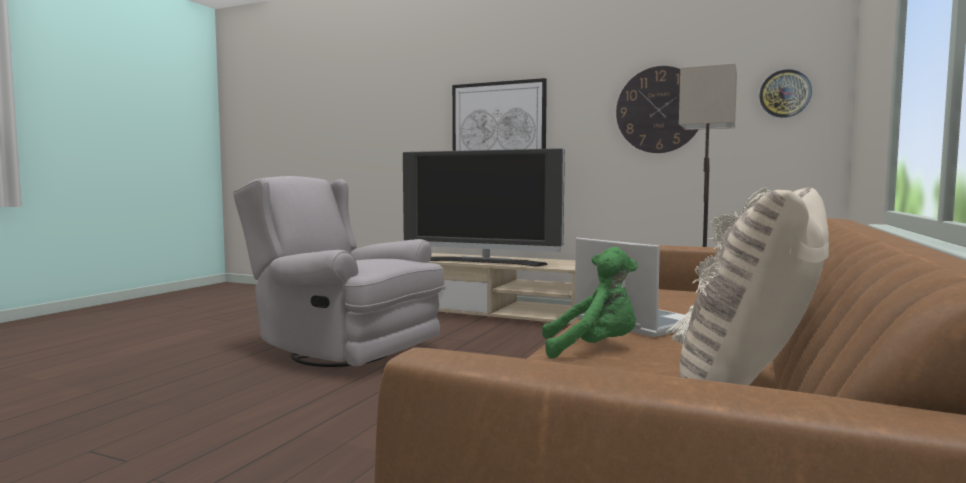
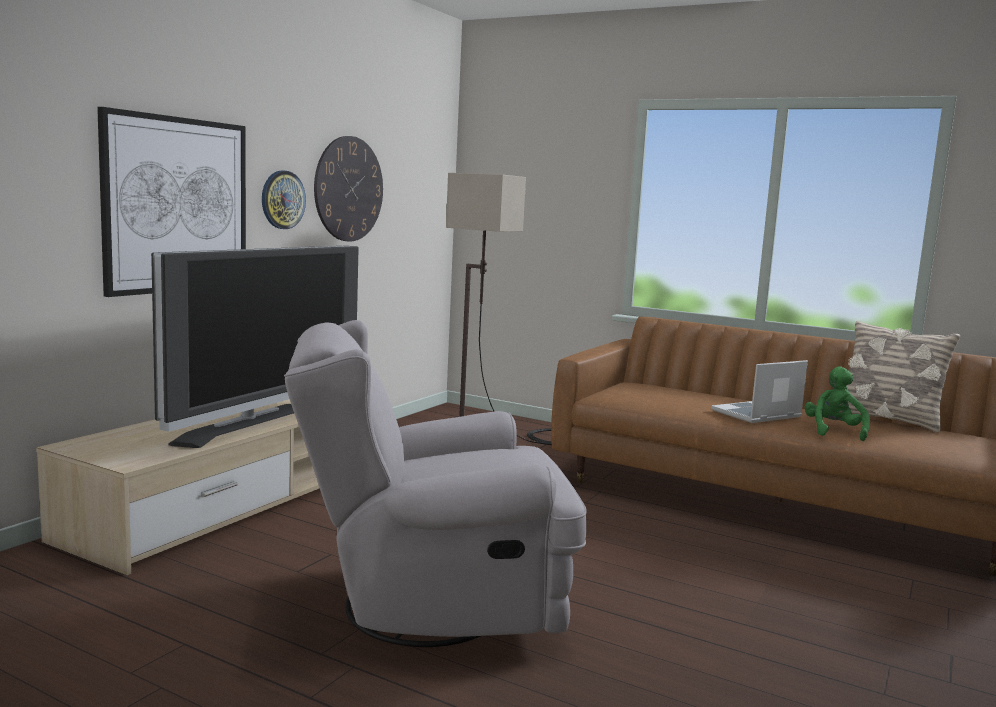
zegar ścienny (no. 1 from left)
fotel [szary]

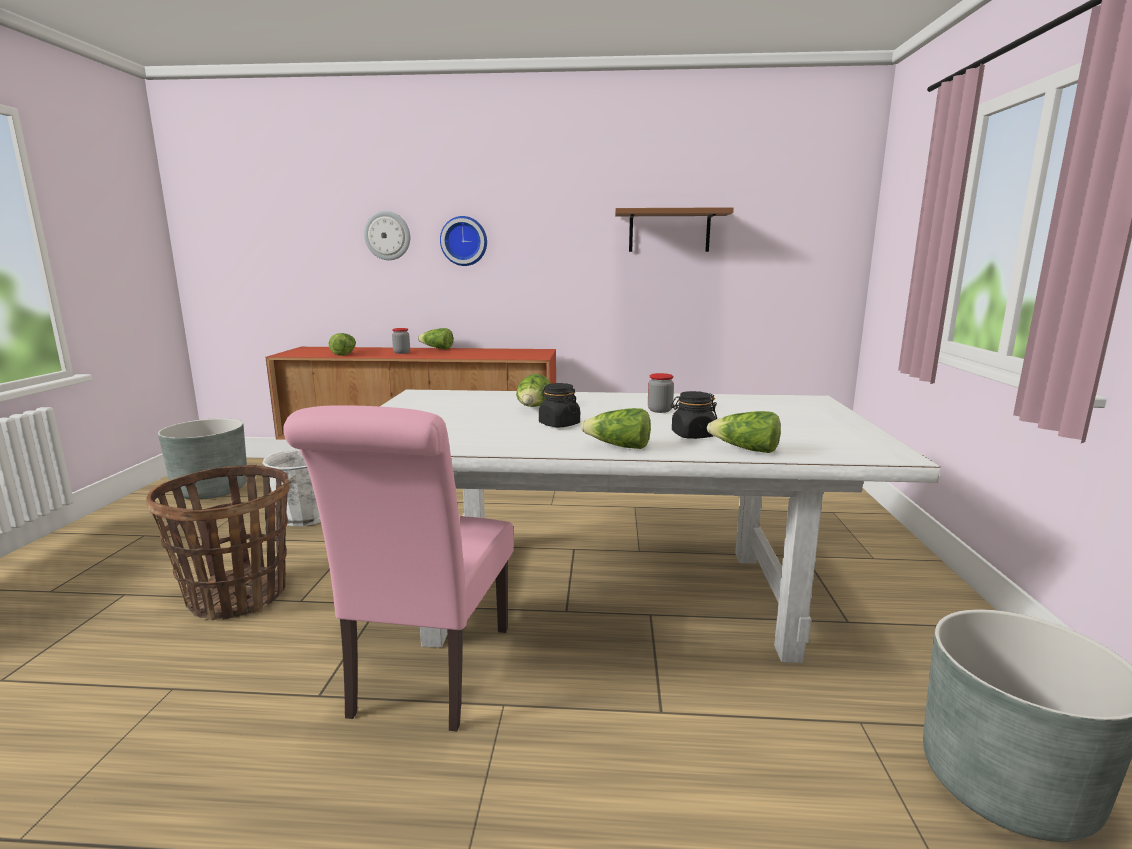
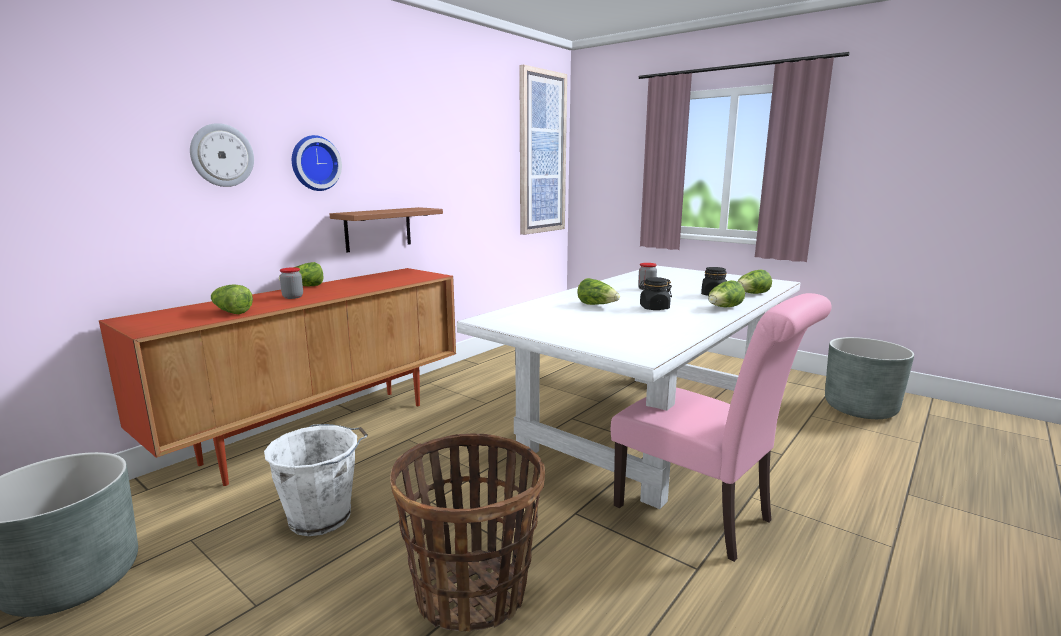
półka [brązowy]
obraz

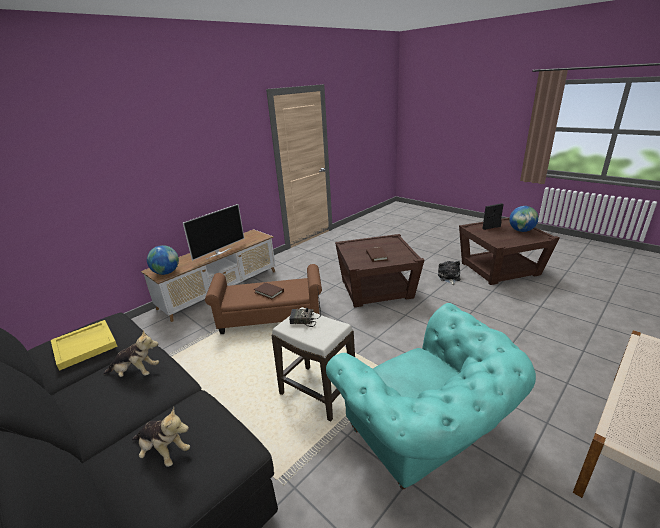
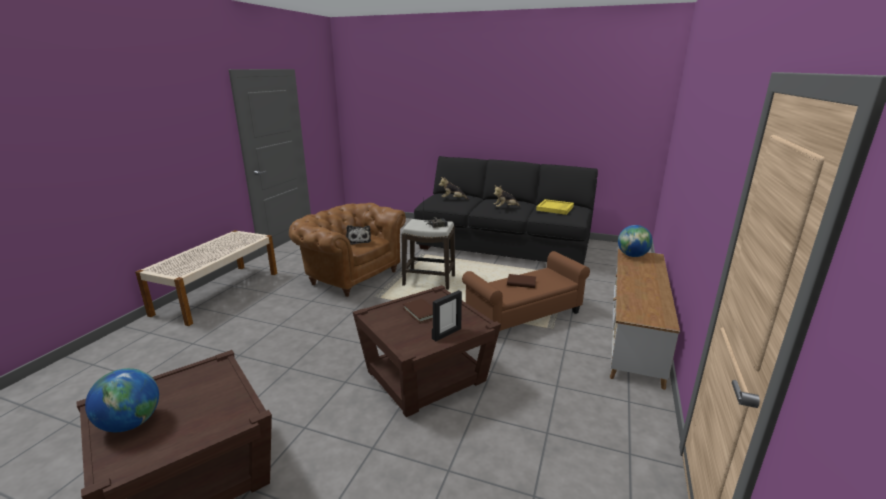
ramka na zdjęcie
telewizor
pluszak (no. 1 from left)
fotel [brązowy]

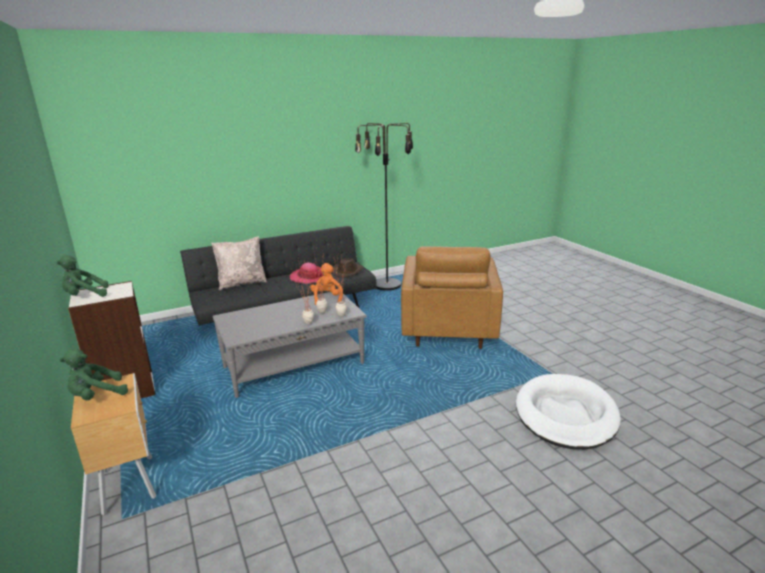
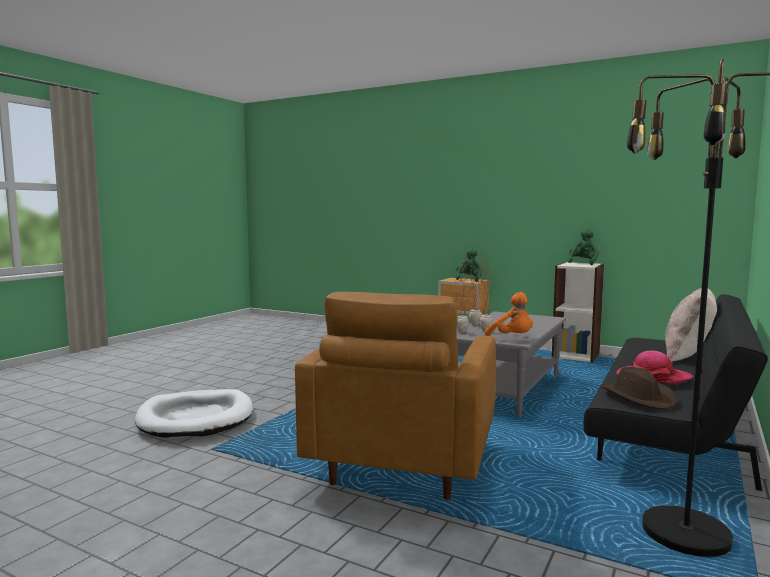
fotel [brązowy]

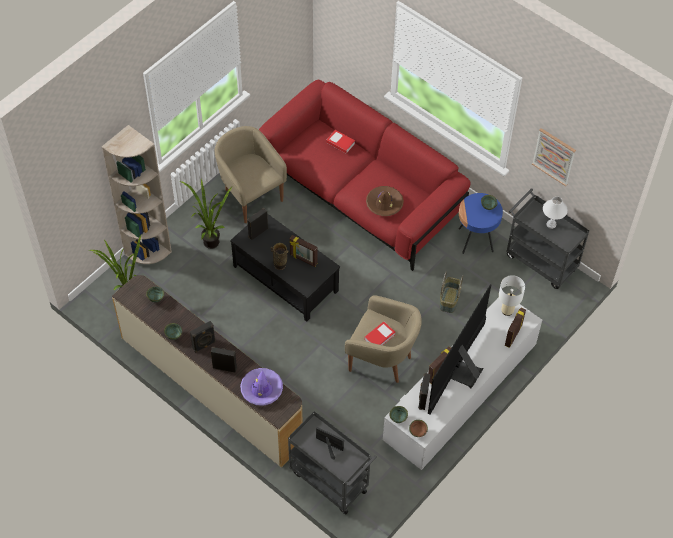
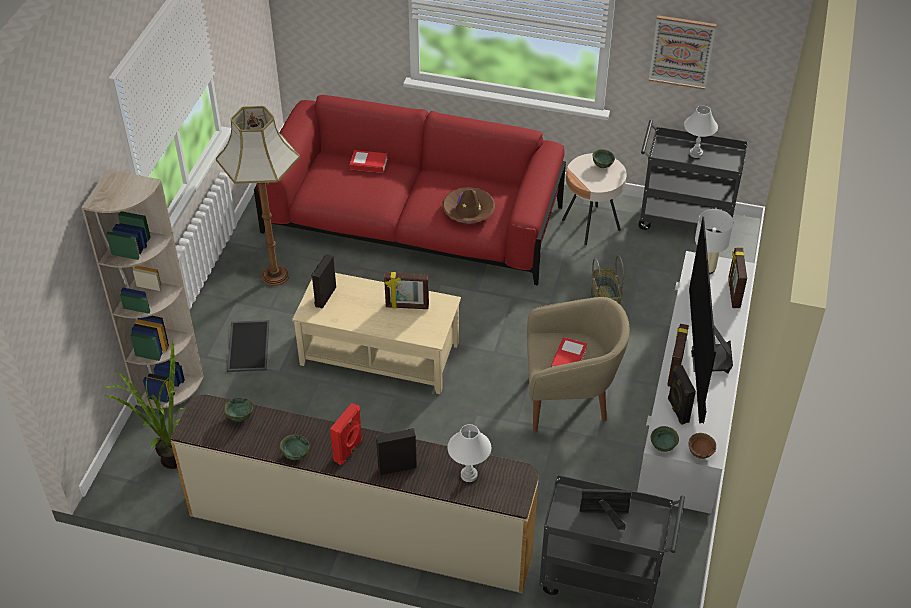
lampa stojąca
taca
stolik [beżowy]
ława [beżowy]
wazon
głośnik [czerwony]
lampa stołowa [biały] (no. 1 from left)

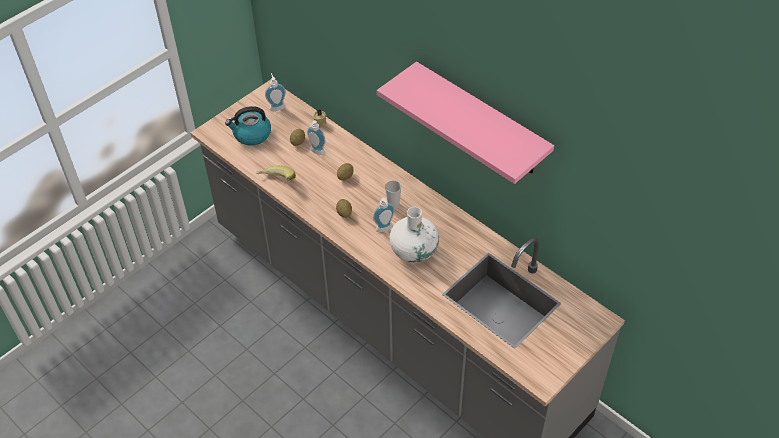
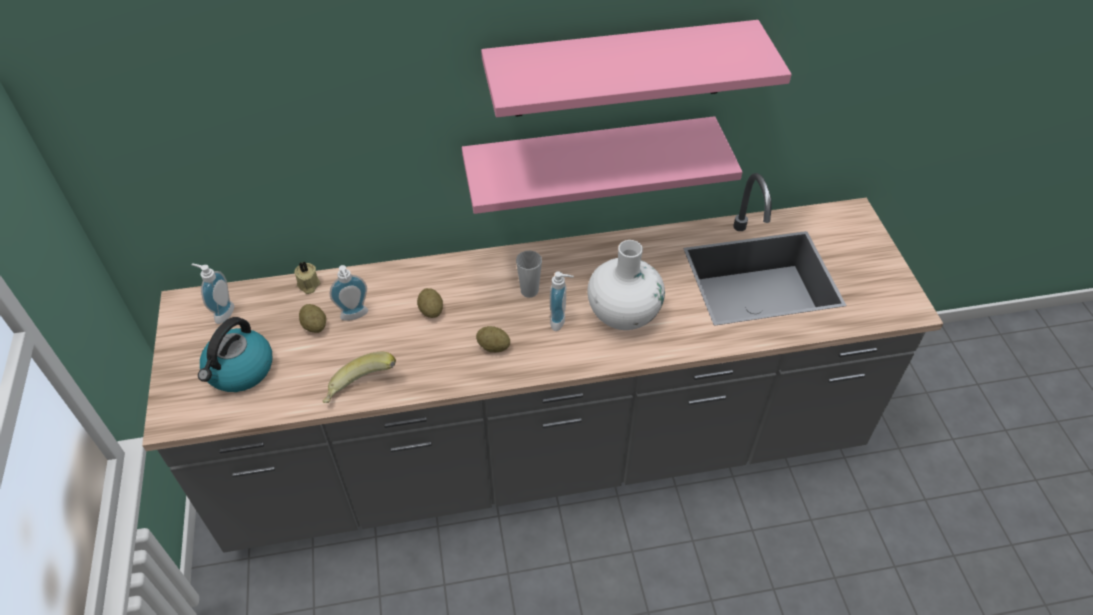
półka [różowy] (no. 1 from left)

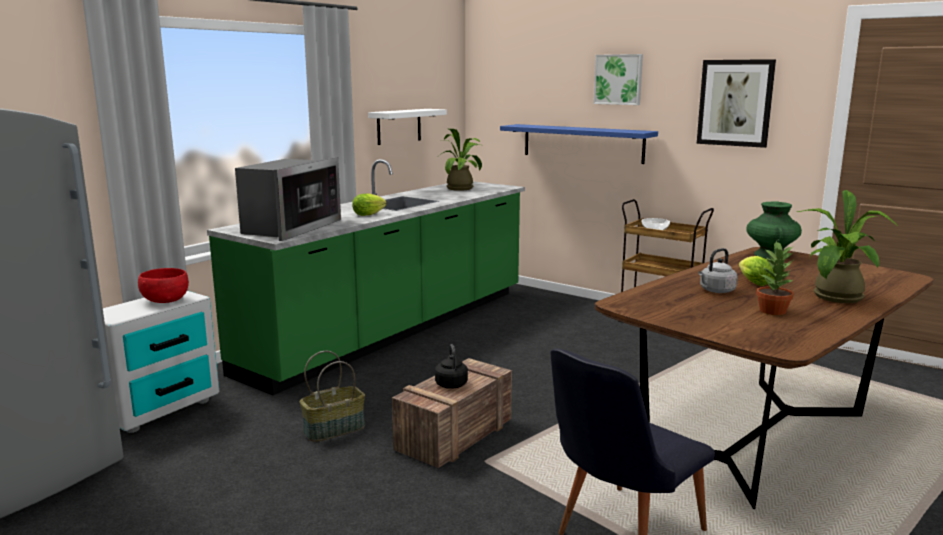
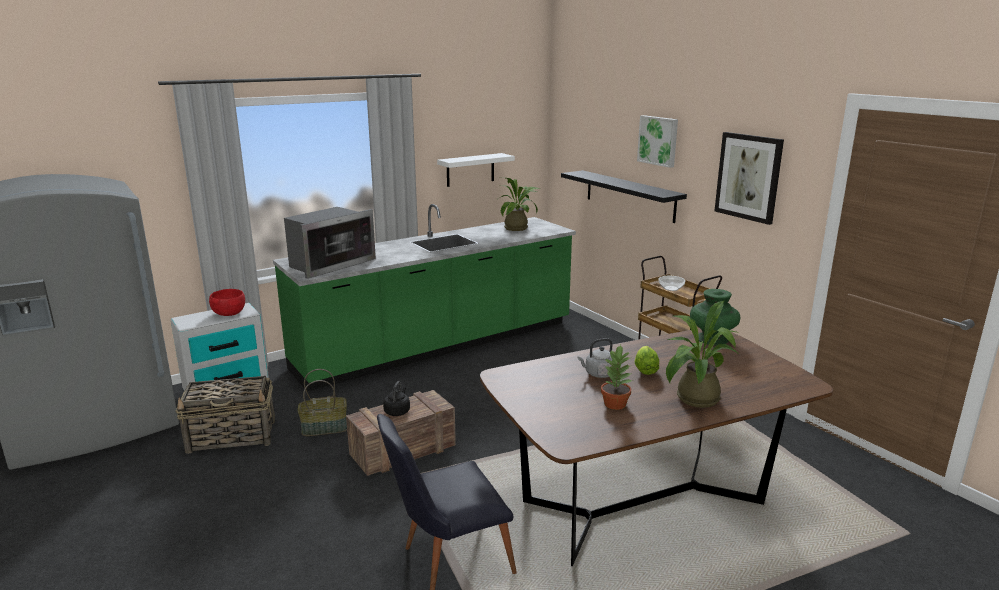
półka [czarny]
sałata (no. 1 from left in the first image)
koszyk (no. 1 from left)

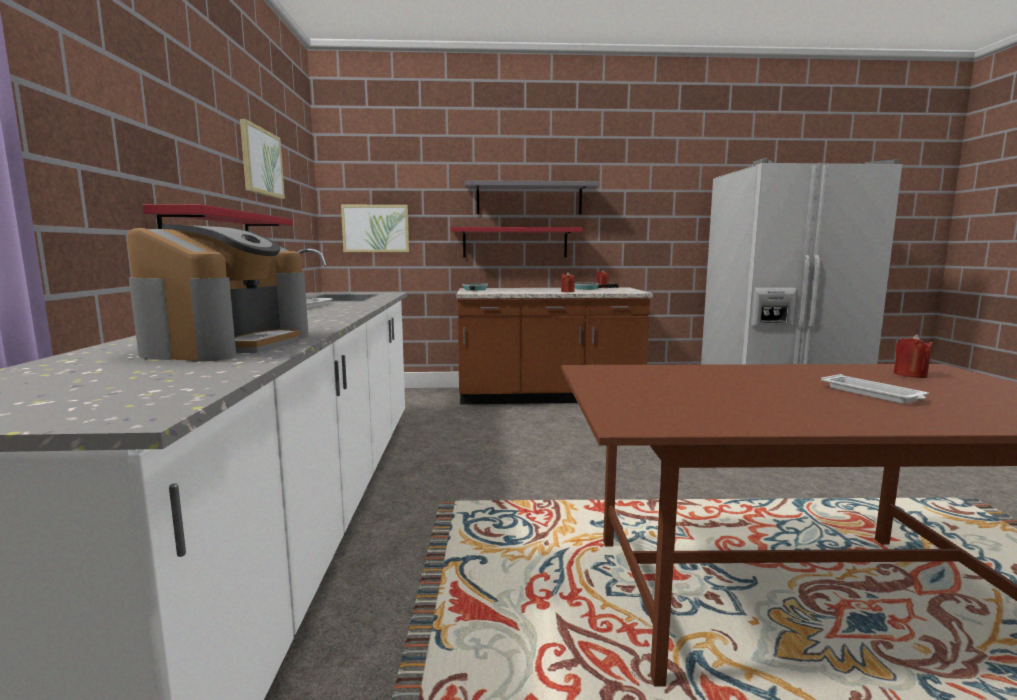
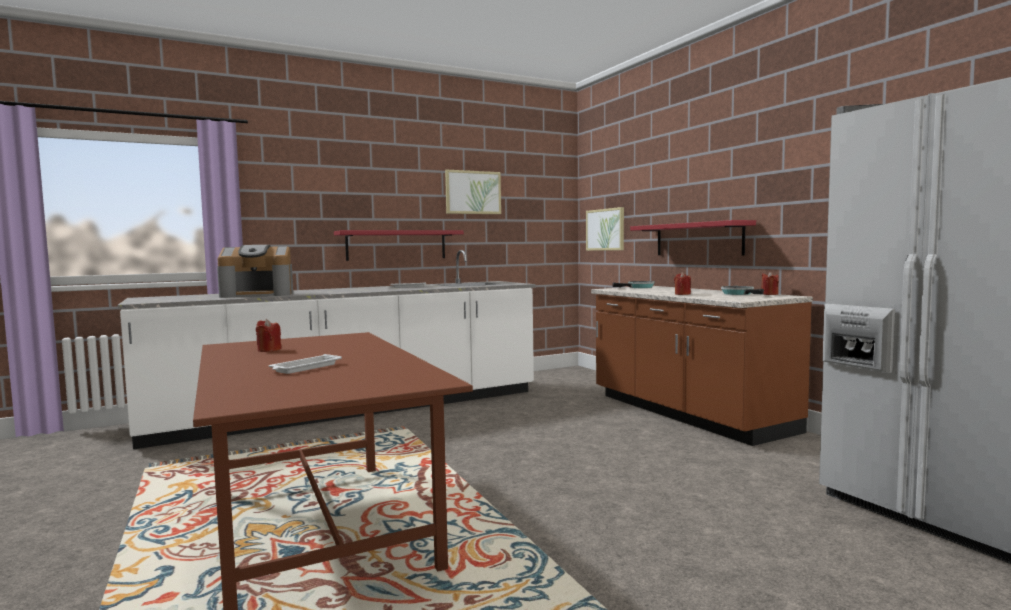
półka [szary]
świeca [czerwony] (no. 1 from left)

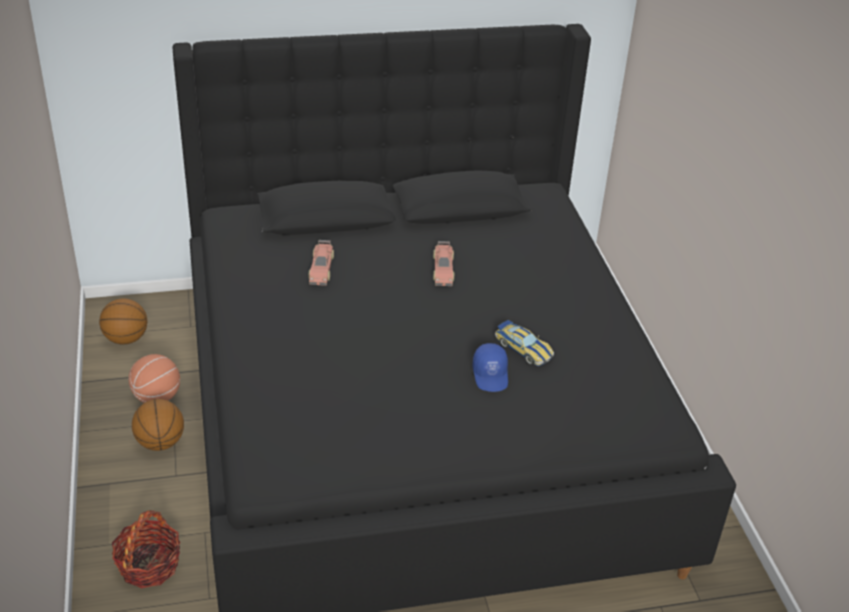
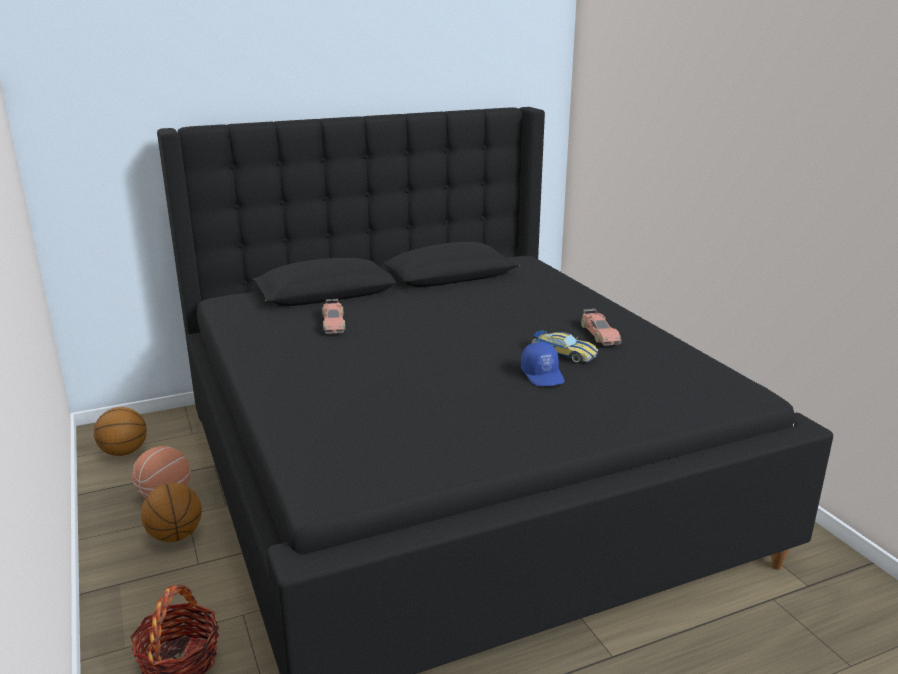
samochodzik (no. 3 from left)

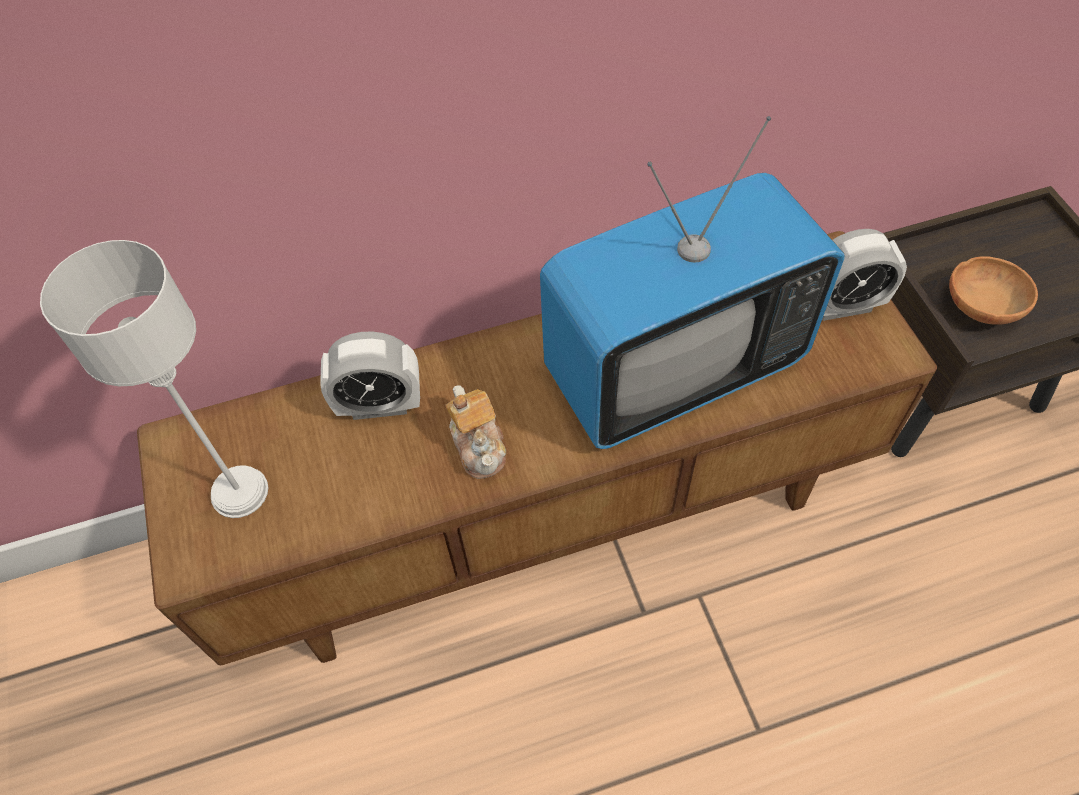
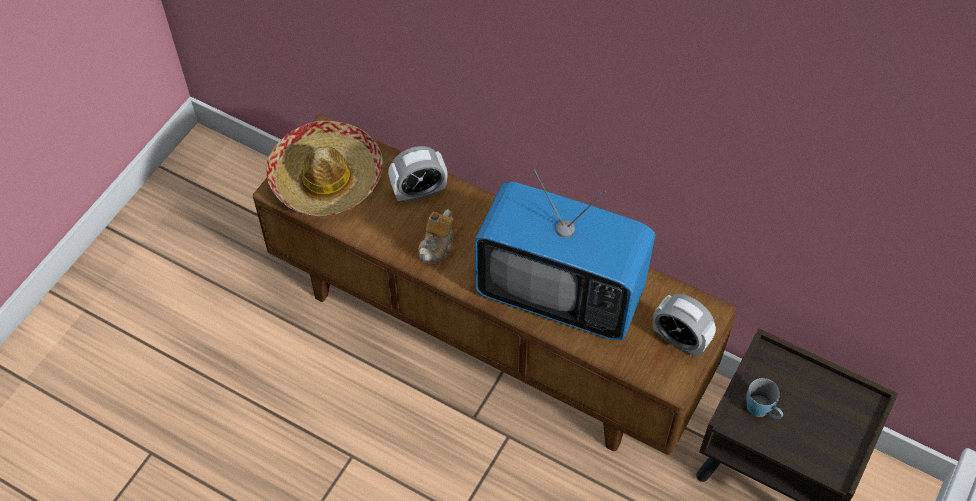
kapelusz
kubek [niebieski]
budzik (no. 1 from left)

